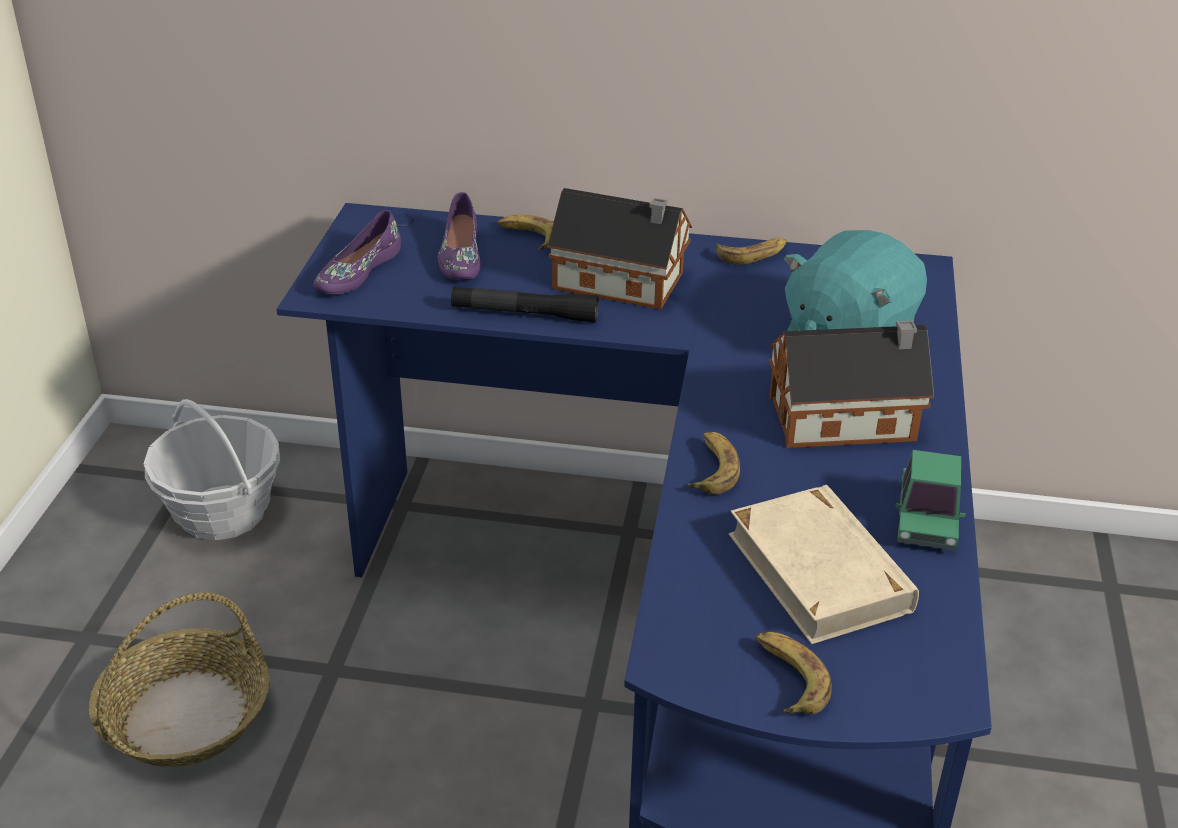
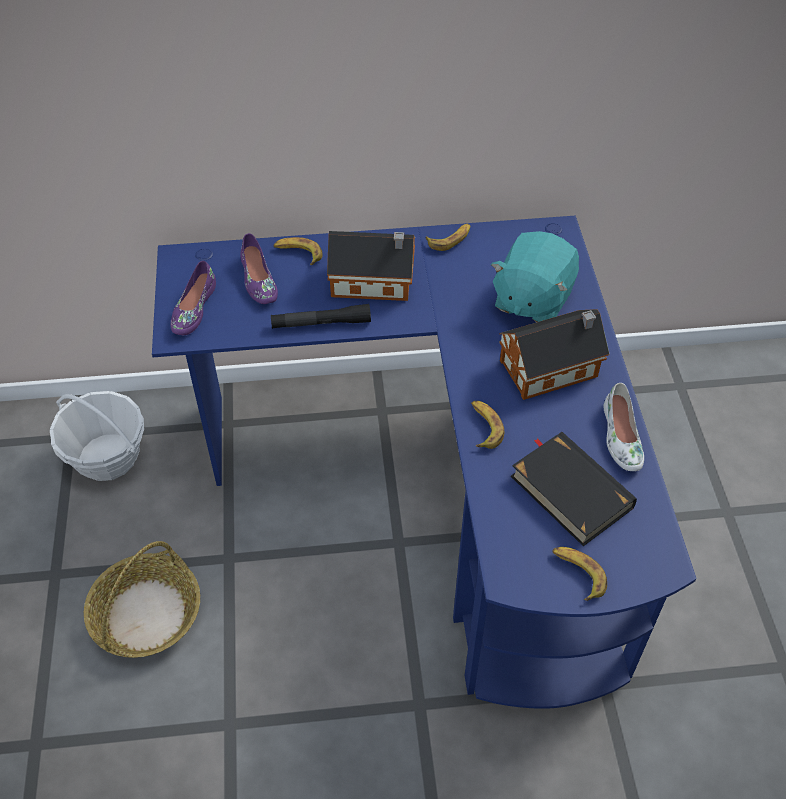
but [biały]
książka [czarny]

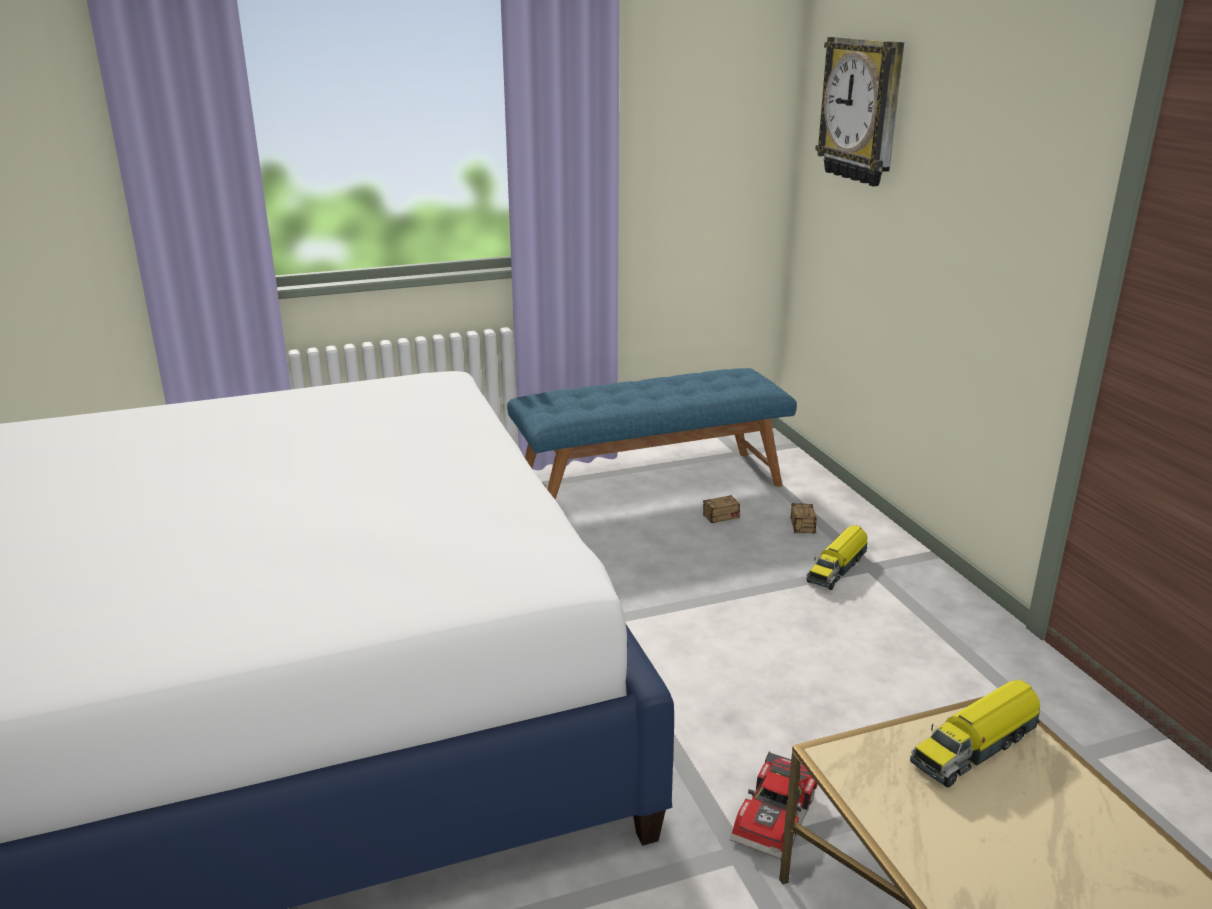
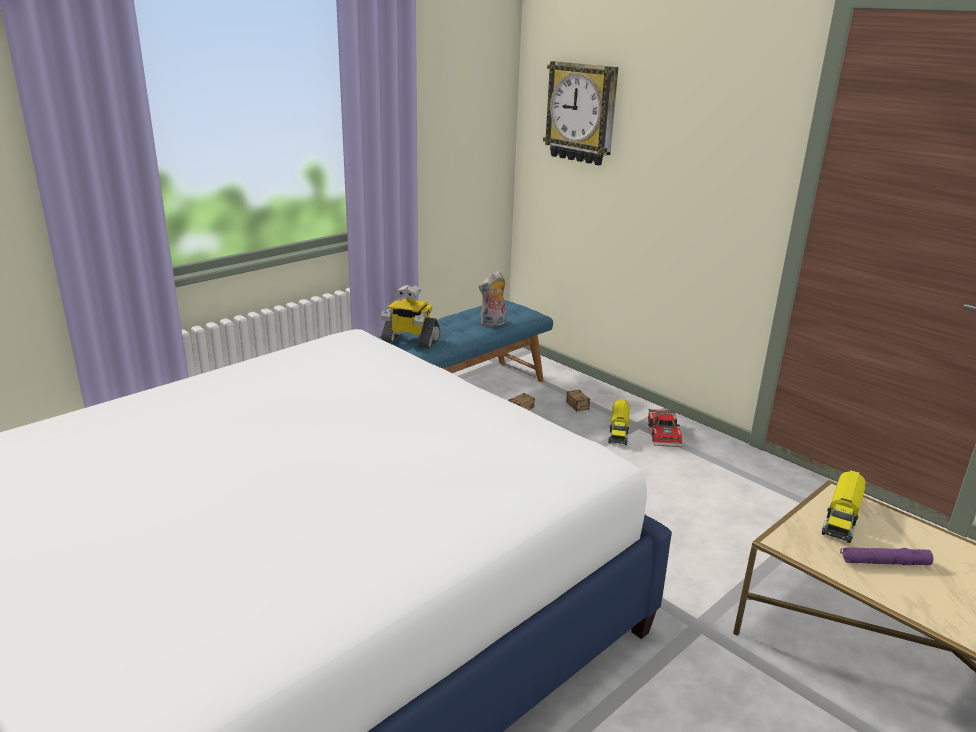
samochodzik
pluszak
robot zabawkowy
latarka [fioletowy]

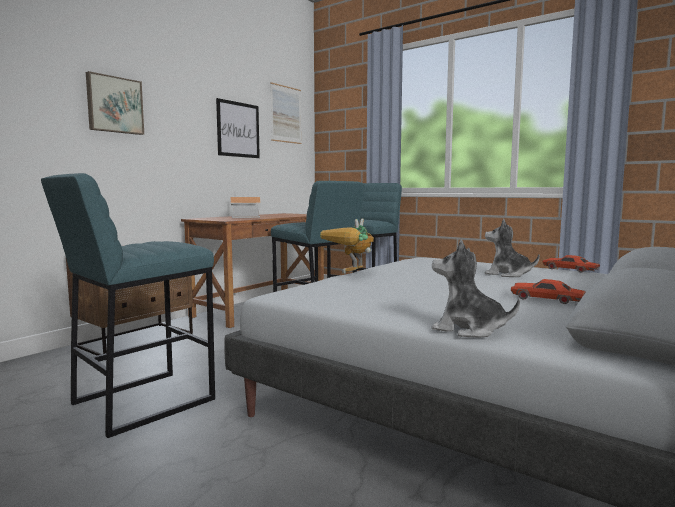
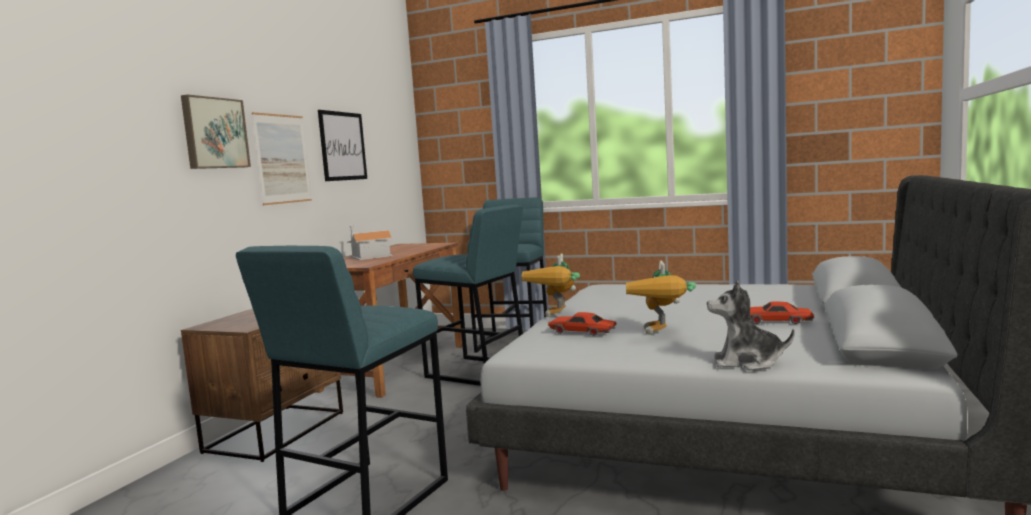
obraz (no. 2 from left)
pluszak (no. 2 from left in the first image)
samochodzik [czerwony] (no. 1 from left)
robot zabawkowy (no. 2 from left)

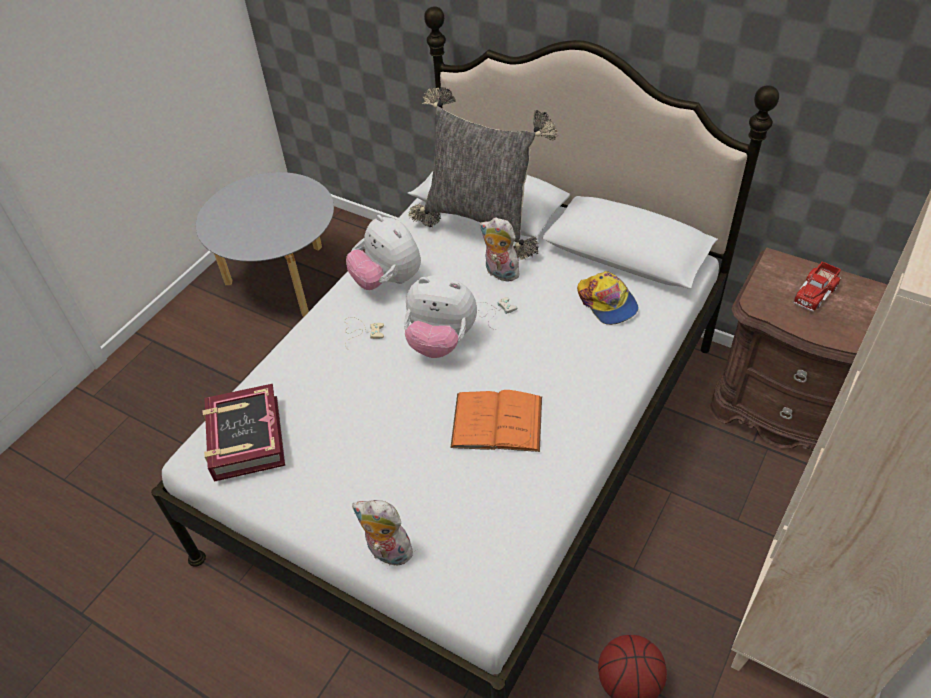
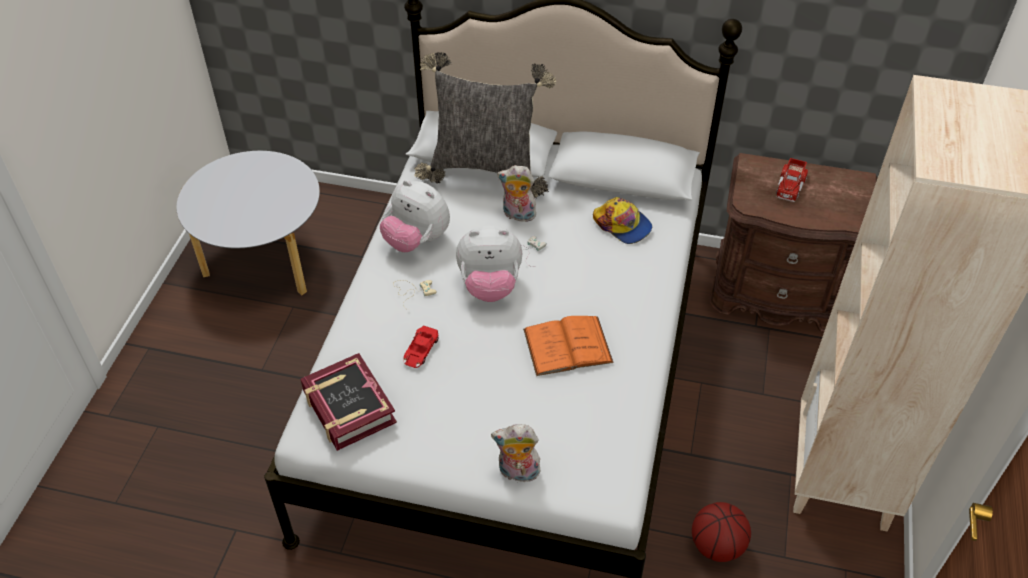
samochodzik [czerwony]

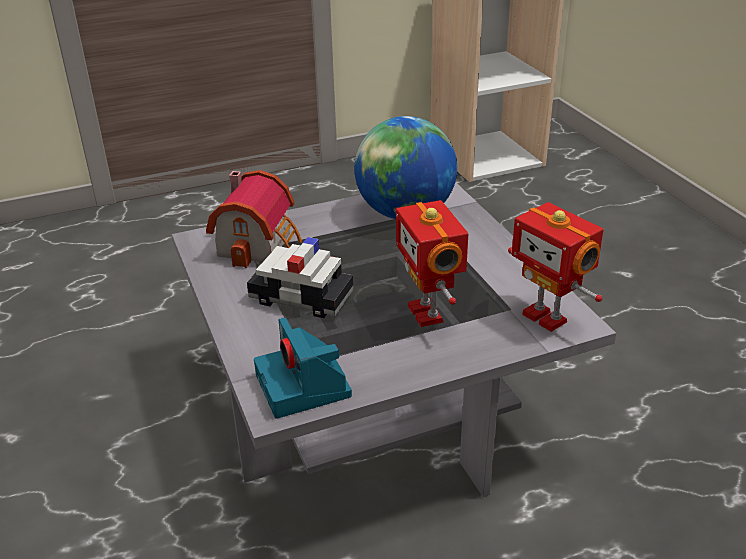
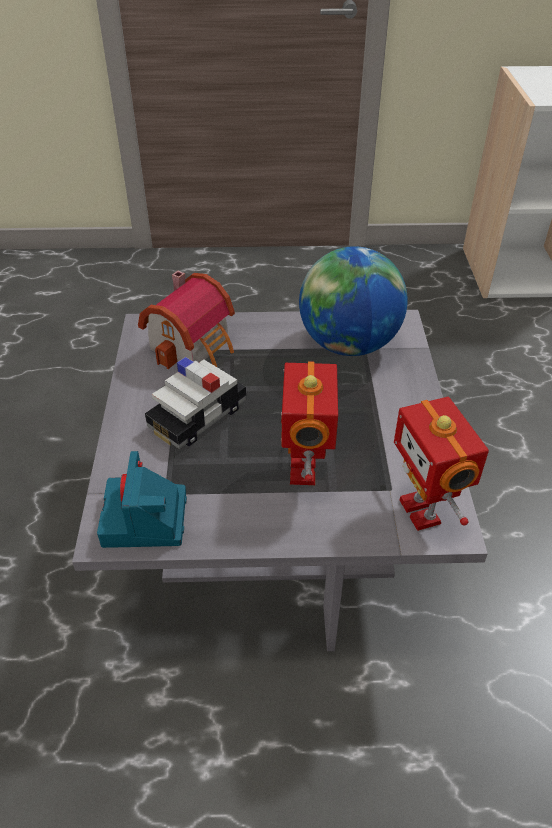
samochodzik

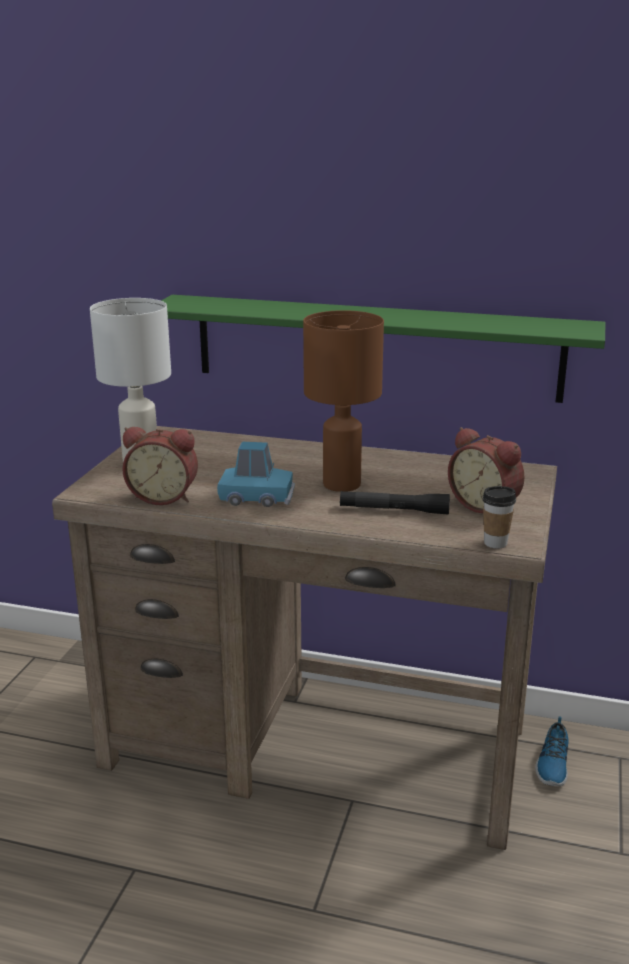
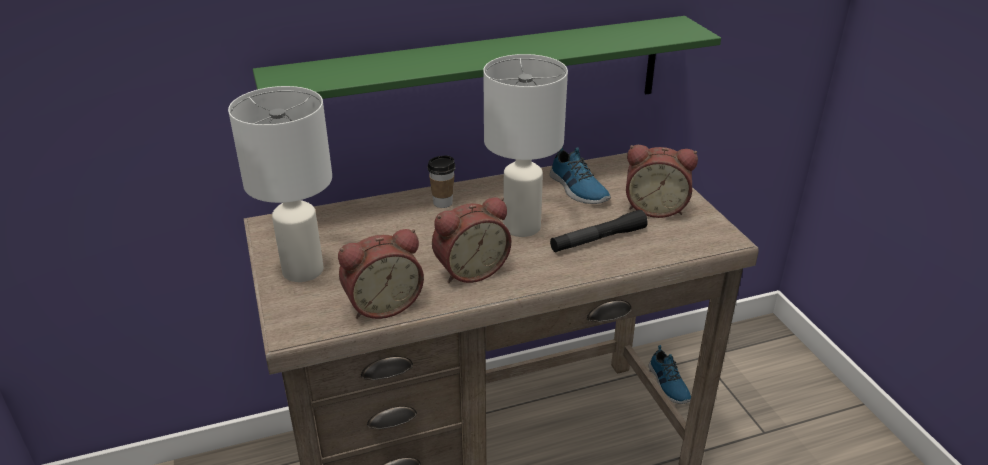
lampa stołowa [biały] (no. 2 from left)
budzik (no. 2 from left)
filiżanka
but (no. 1 from left)

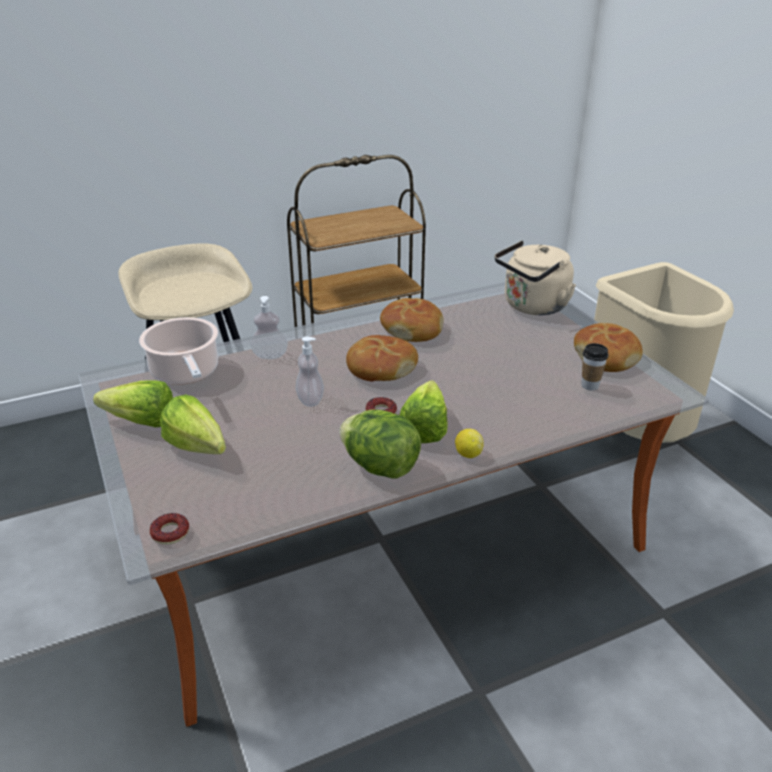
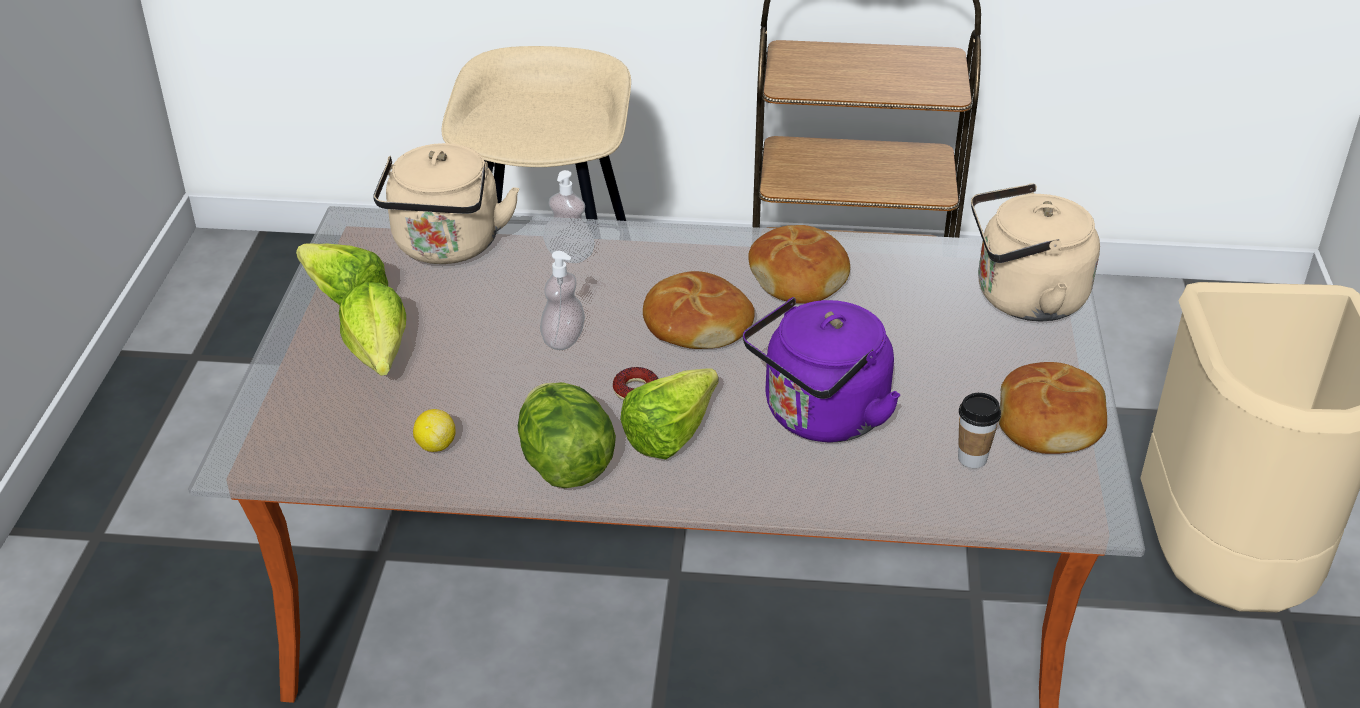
czajnik [beżowy] (no. 1 from left)
cytryna
donut (no. 1 from left in the first image)
czajnik [fioletowy]

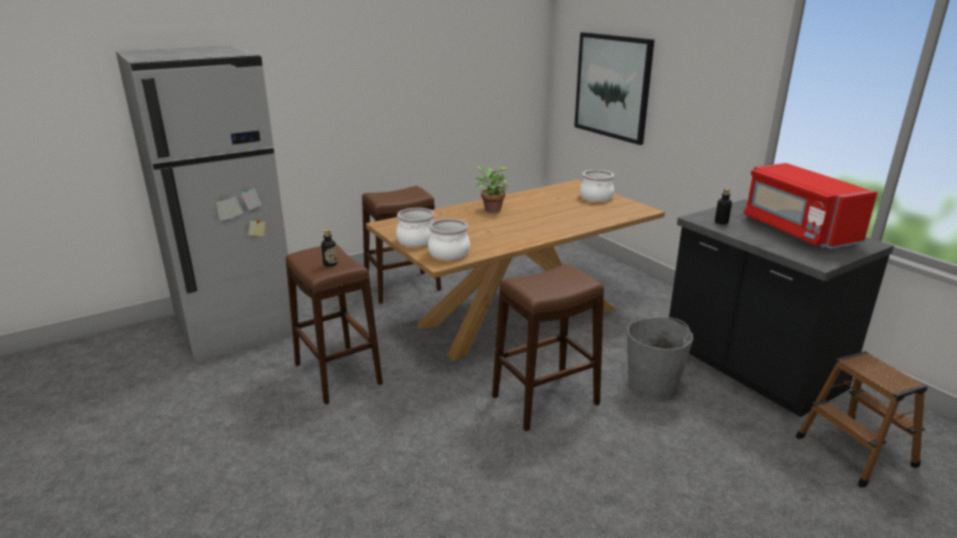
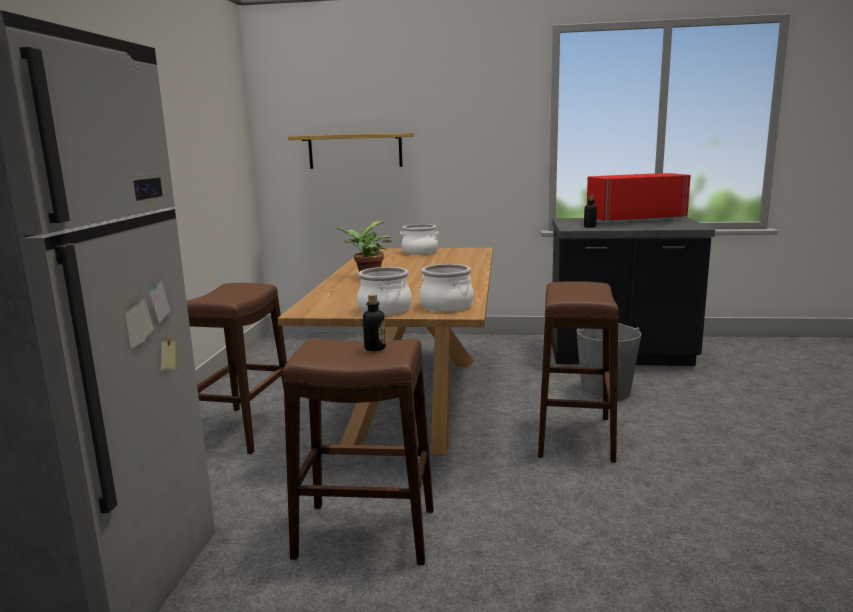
półka
mikrofalówka [czerwony]
drabinka [brązowy]

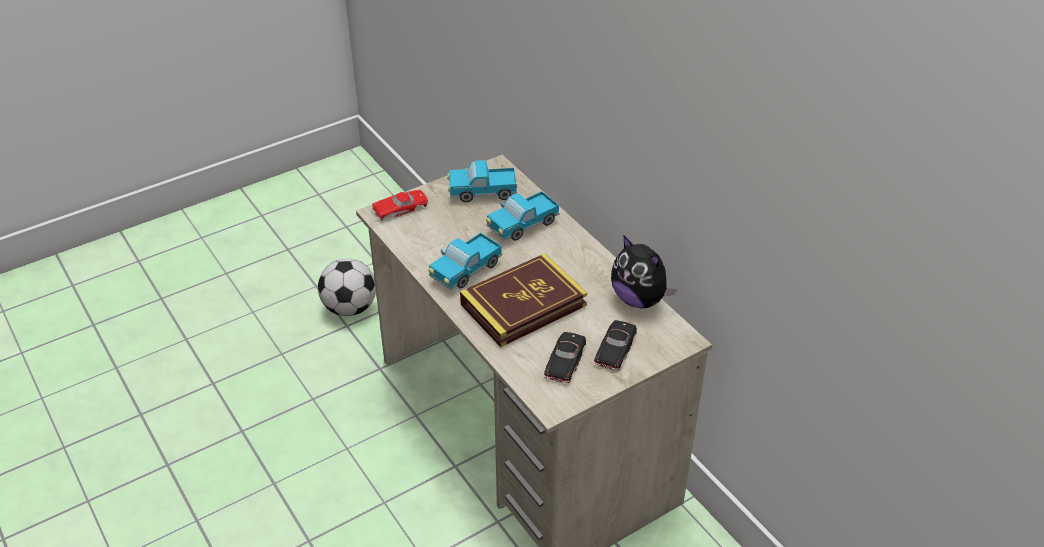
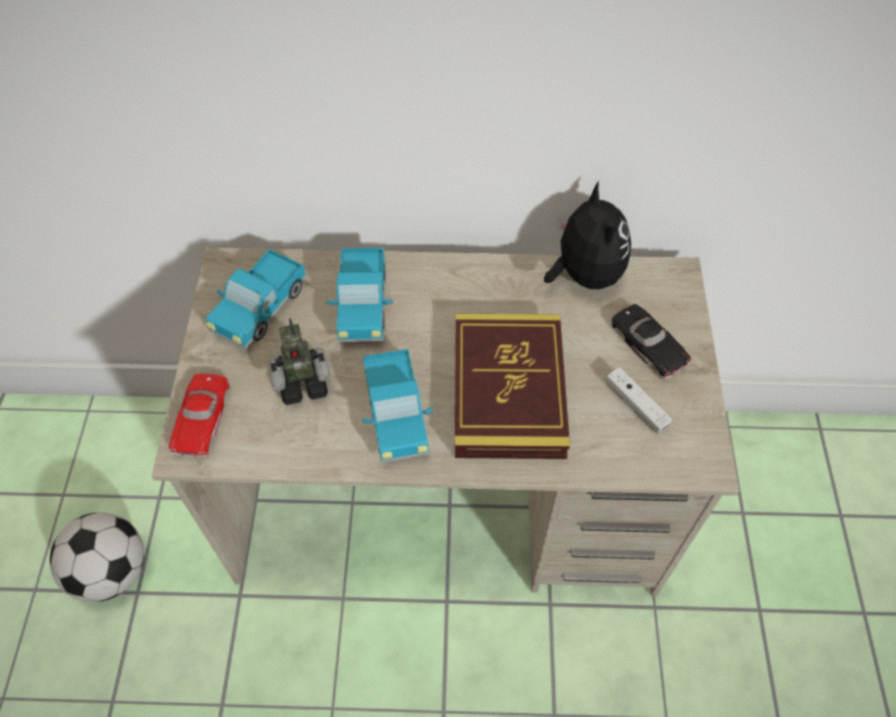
pluszak
pad do gier [biały]
robot zabawkowy

